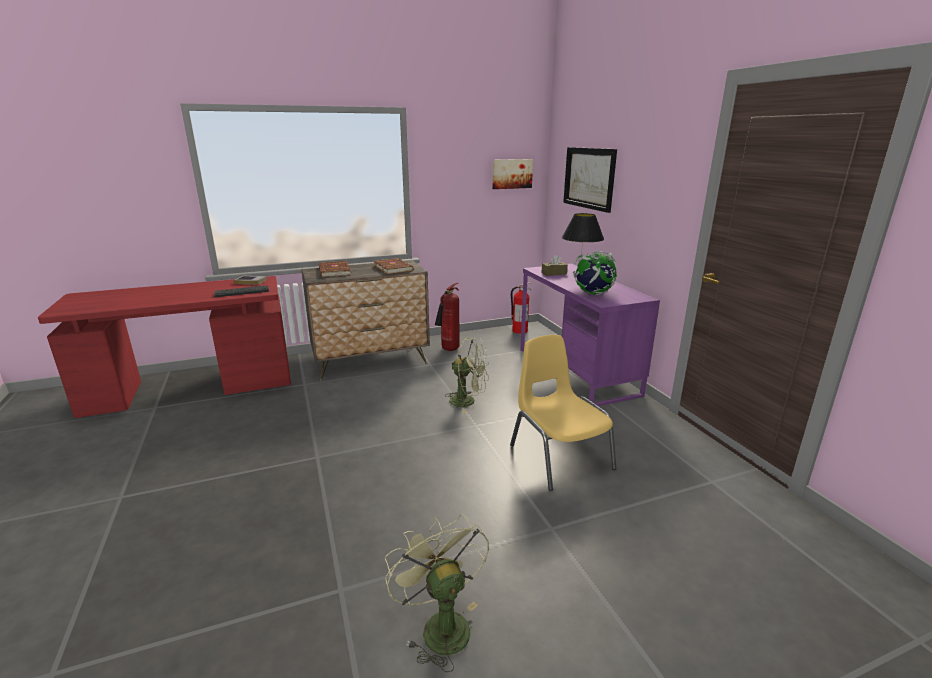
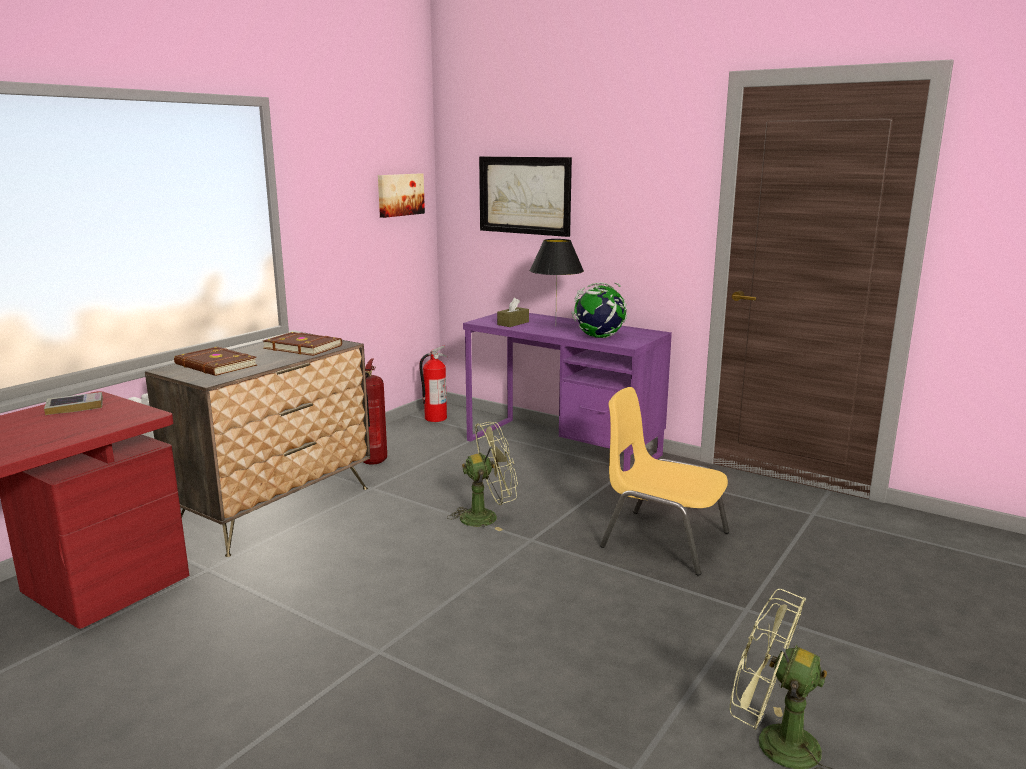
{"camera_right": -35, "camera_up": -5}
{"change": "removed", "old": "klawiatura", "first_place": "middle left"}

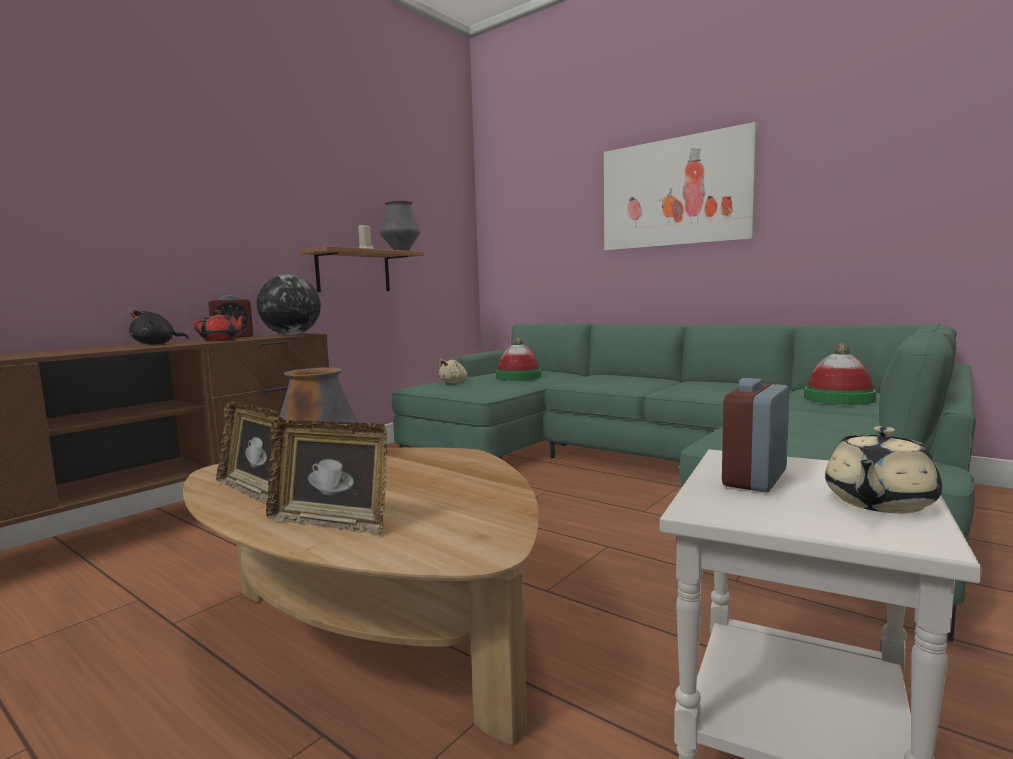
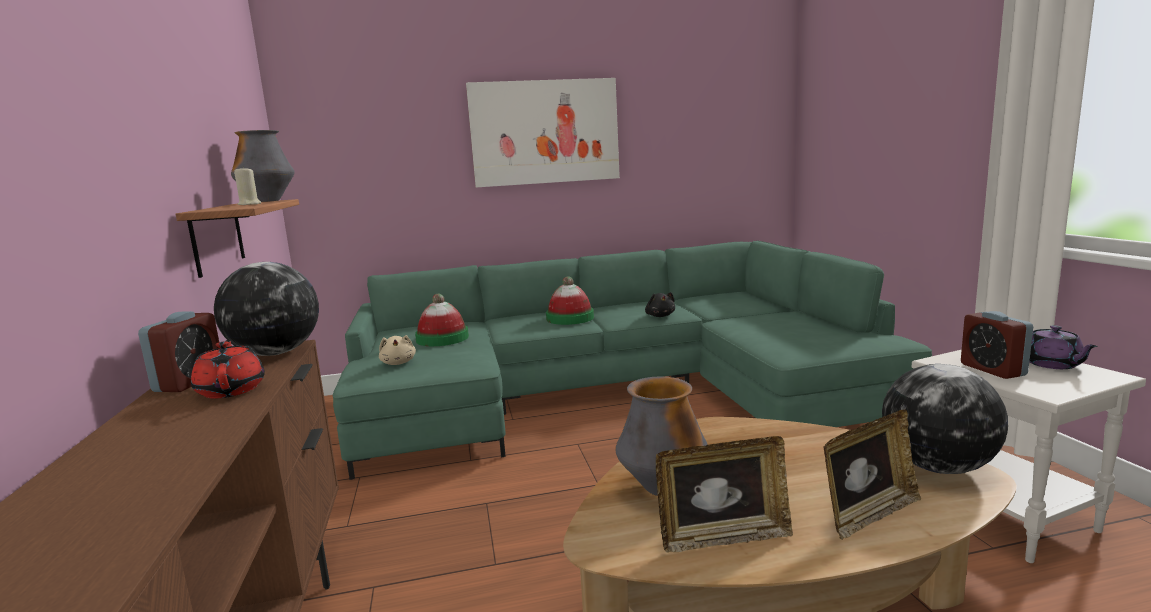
{"camera_right": -50, "camera_up": 5}
{"change": "moved", "old": "pluszak [czarny]", "first_place": "middle left", "second_place": "centre"}
{"change": "moved", "old": "kapelusz (2nd from left)", "first_place": "middle right", "second_place": "centre"}
{"change": "recoloured", "old": "imbryk [beżowy]", "new": "imbryk [fioletowy]", "first_place": "middle right", "second_place": "middle right"}
{"change": "added", "new": "globus (2nd from left)", "second_place": "bottom right"}

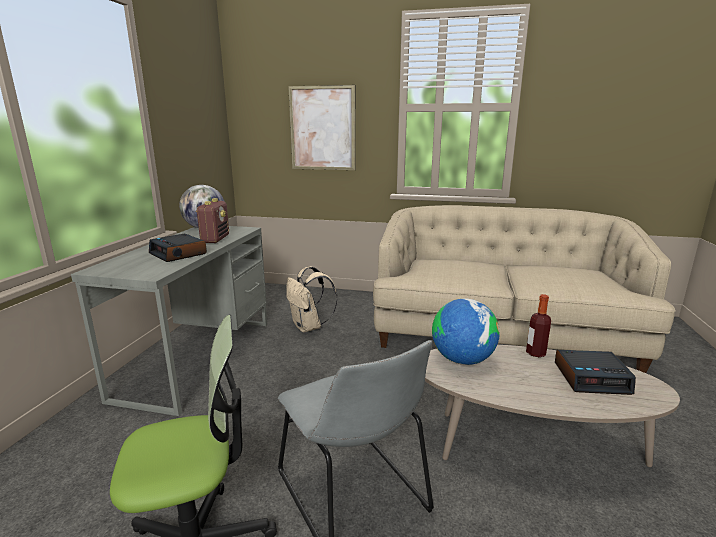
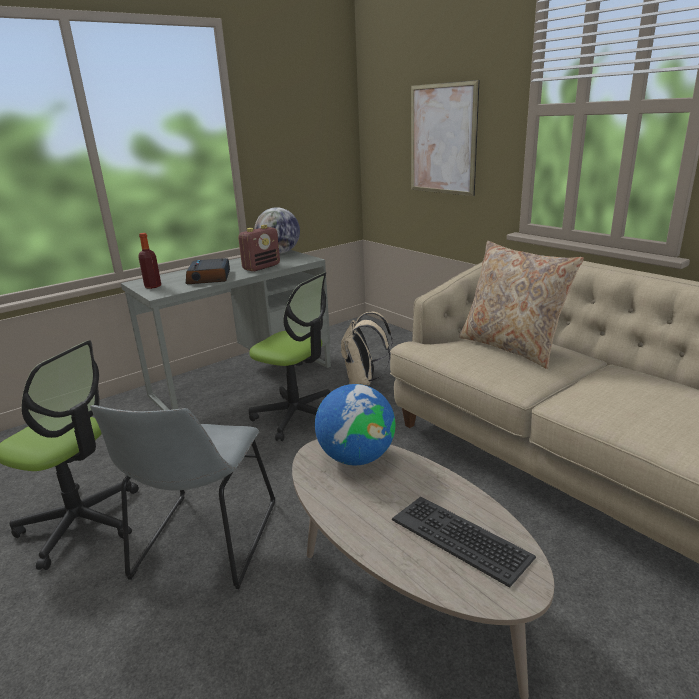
{"camera_right": 40, "camera_up": 5}
{"change": "moved", "old": "butelka", "first_place": "middle right", "second_place": "middle left"}
{"change": "replaced", "old": "budzik (2nd from left)", "new": "klawiatura", "first_place": "bottom right", "second_place": "bottom centre"}
{"change": "added", "new": "krzesło biurowe (2nd from left)", "second_place": "centre"}
{"change": "added", "new": "poduszka [beżowy]", "second_place": "middle right"}

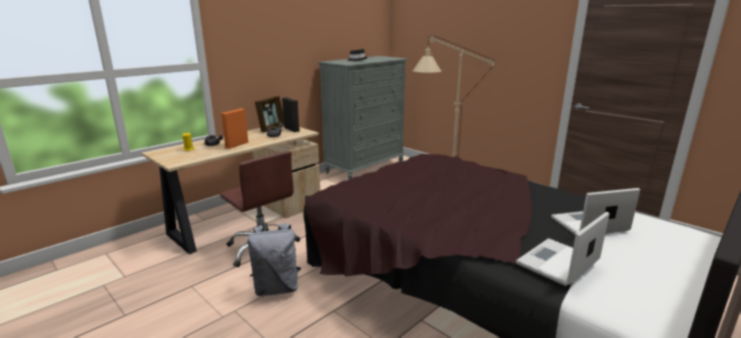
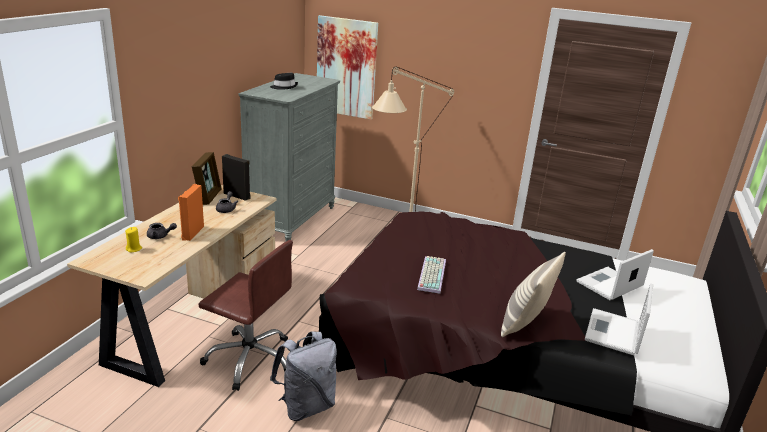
{"camera_right": -25, "camera_up": 5}
{"change": "added", "new": "obraz", "second_place": "top centre"}
{"change": "added", "new": "klawiatura", "second_place": "centre"}
{"change": "added", "new": "poduszka", "second_place": "bottom right"}

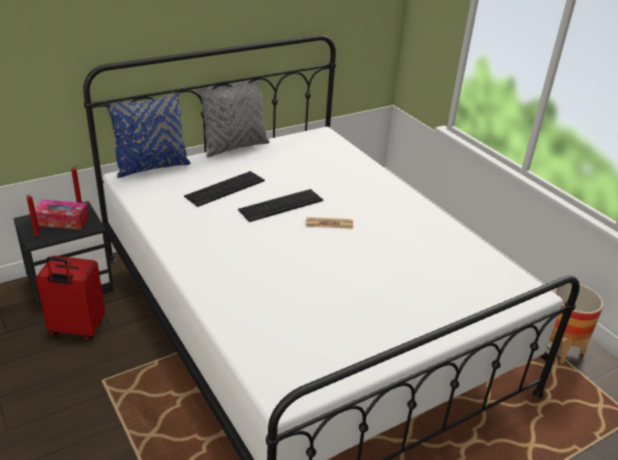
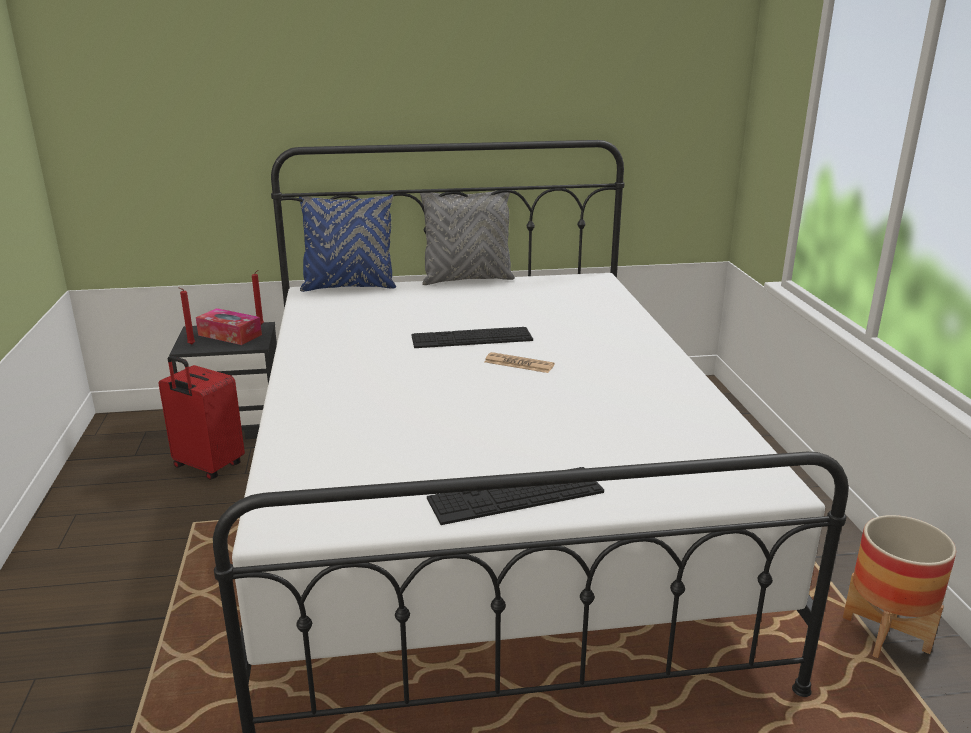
{"camera_right": 25, "camera_up": -10}
{"change": "moved", "old": "klawiatura (1st from left in the first image)", "new": "klawiatura (2nd from left)", "first_place": "centre", "second_place": "bottom centre"}

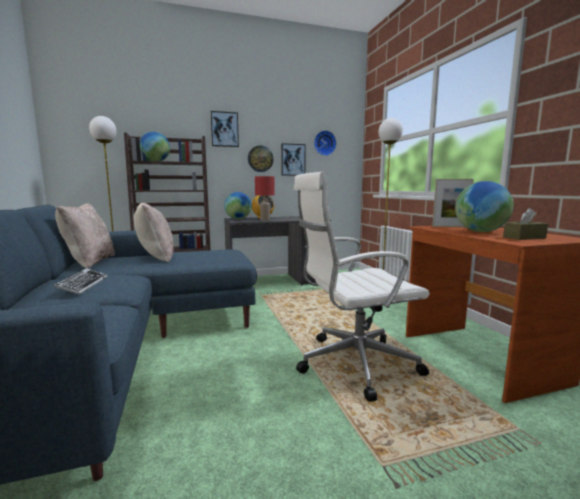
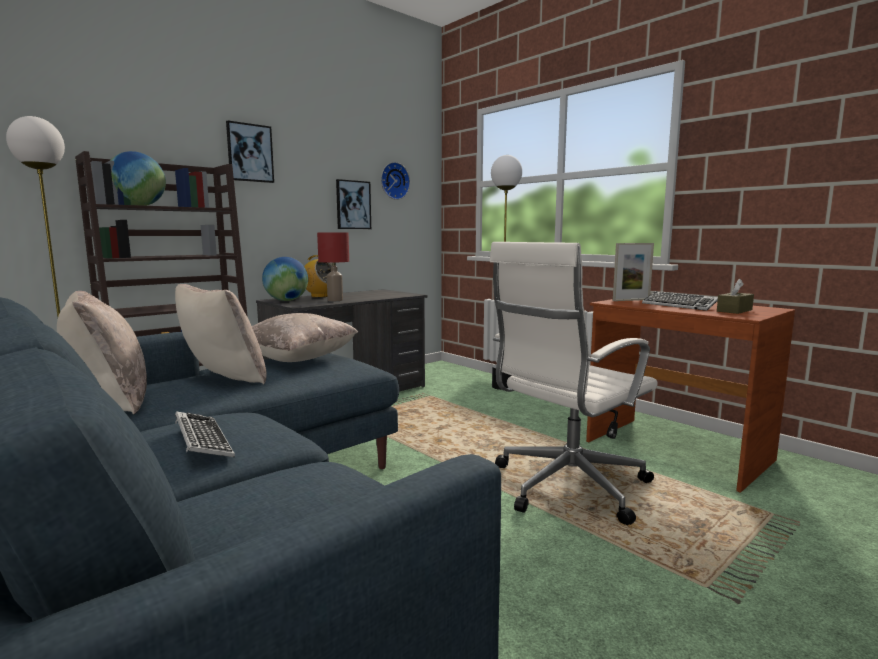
{"camera_right": -25, "camera_up": 0}
{"change": "removed", "old": "zegar ścienny (1st from left)", "first_place": "top centre"}
{"change": "replaced", "old": "globus (3rd from left)", "new": "klawiatura (2nd from left)", "first_place": "middle right", "second_place": "middle right"}
{"change": "added", "new": "poduszka [beżowy] (3rd from left)", "second_place": "centre"}

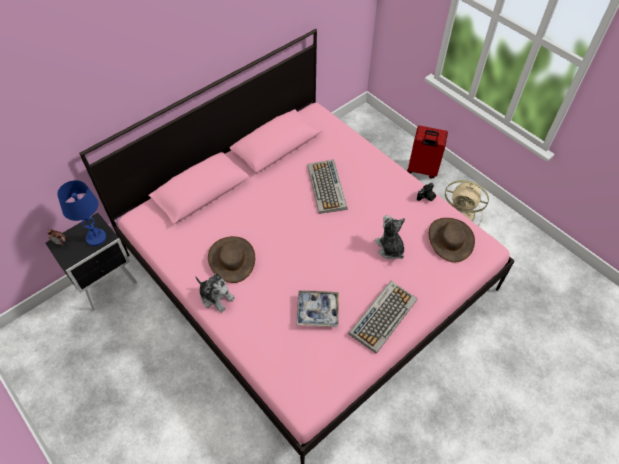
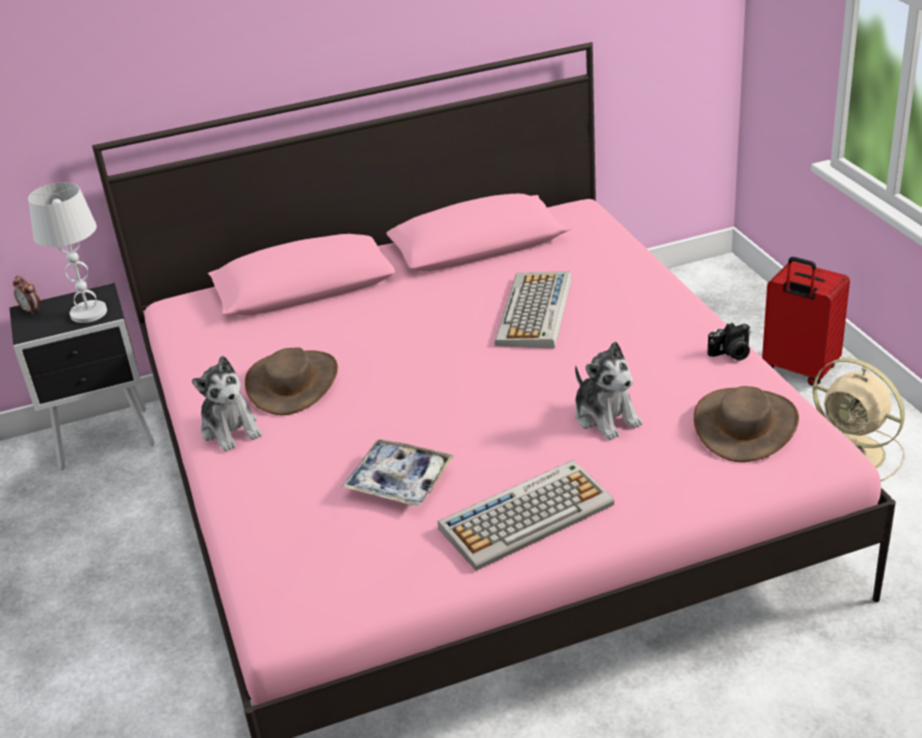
{"camera_right": 25, "camera_up": -20}
{"change": "recoloured", "old": "lampa stołowa [niebieski]", "new": "lampa stołowa [biały]", "first_place": "middle left", "second_place": "middle left"}
{"change": "turned", "old": "pluszak (2nd from left)", "first_place": "centre", "second_place": "centre", "degrees": 150}

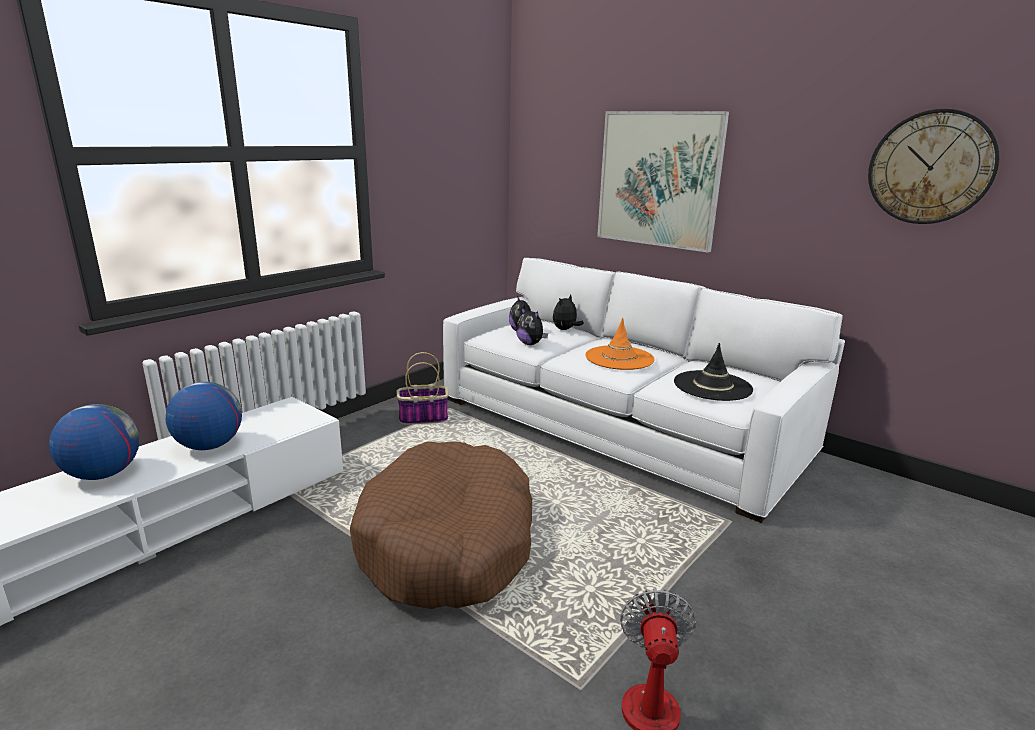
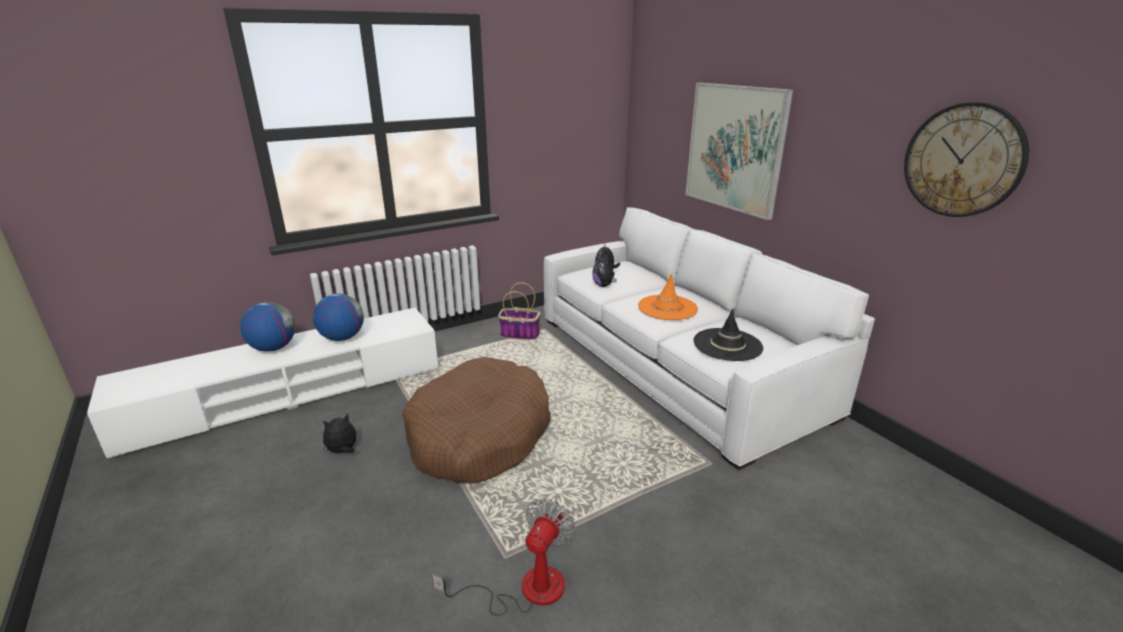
{"camera_right": 20, "camera_up": 5}
{"change": "moved", "old": "pluszak (3rd from left in the first image)", "new": "pluszak (1st from left)", "first_place": "centre", "second_place": "bottom left"}

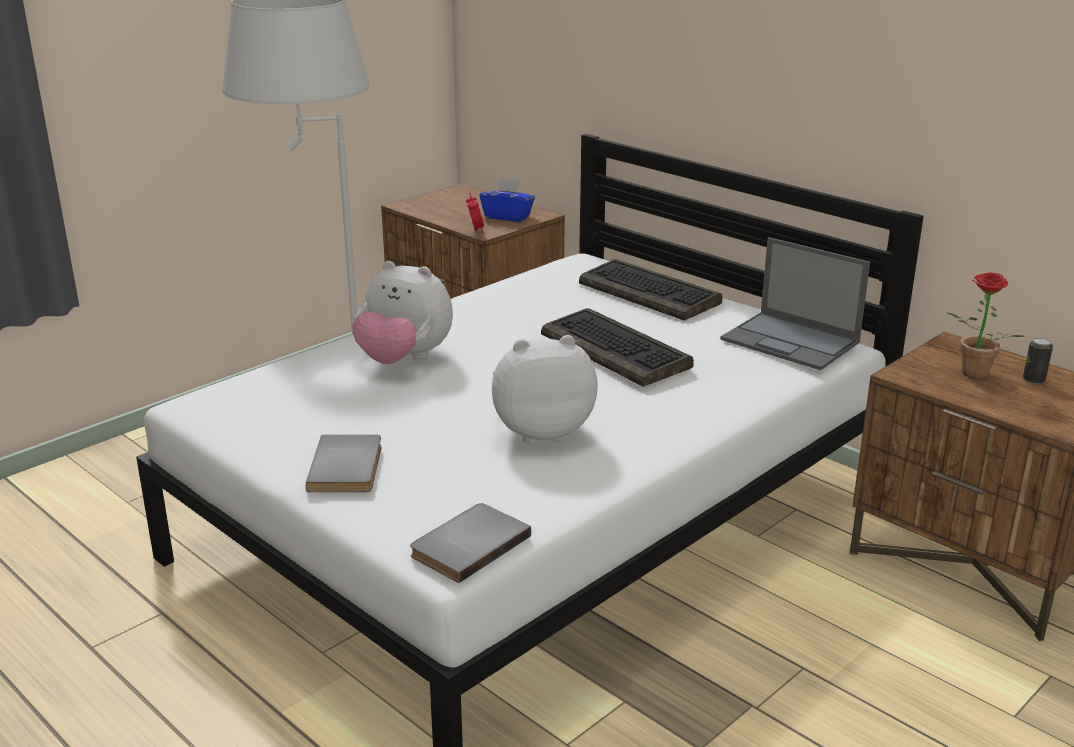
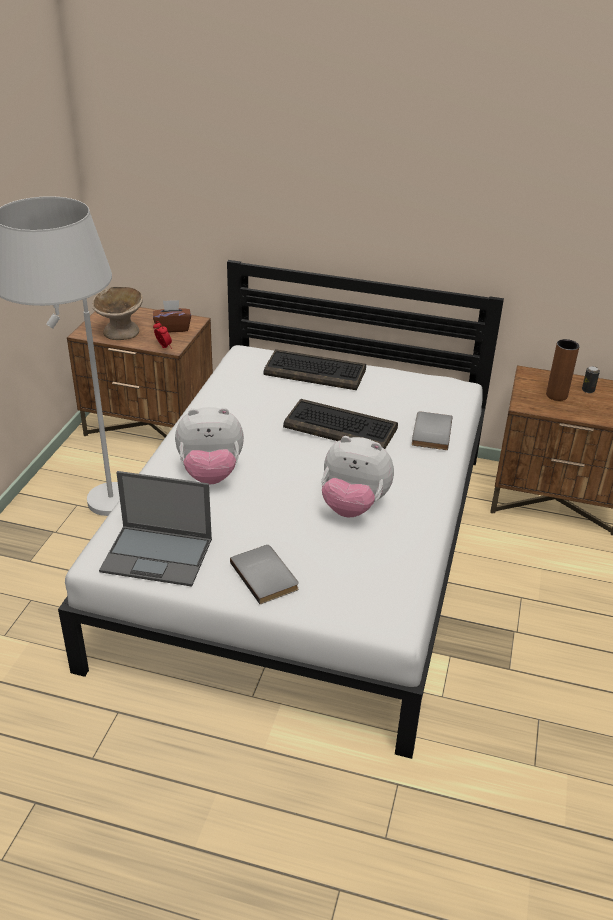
{"camera_right": -30, "camera_up": 10}
{"change": "moved", "old": "książka [szary] (2nd from left)", "first_place": "bottom centre", "second_place": "middle right"}
{"change": "recoloured", "old": "pudełko chusteczek [niebieski]", "new": "pudełko chusteczek [brązowy]", "first_place": "top centre", "second_place": "middle left"}
{"change": "turned", "old": "pluszak (2nd from left)", "first_place": "centre", "second_place": "centre", "degrees": -120}
{"change": "moved", "old": "laptop", "first_place": "middle right", "second_place": "middle left"}
{"change": "replaced", "old": "roślina doniczkowa", "new": "wazon [brązowy]", "first_place": "middle right", "second_place": "middle right"}
{"change": "added", "new": "miska [beżowy]", "second_place": "middle left"}

